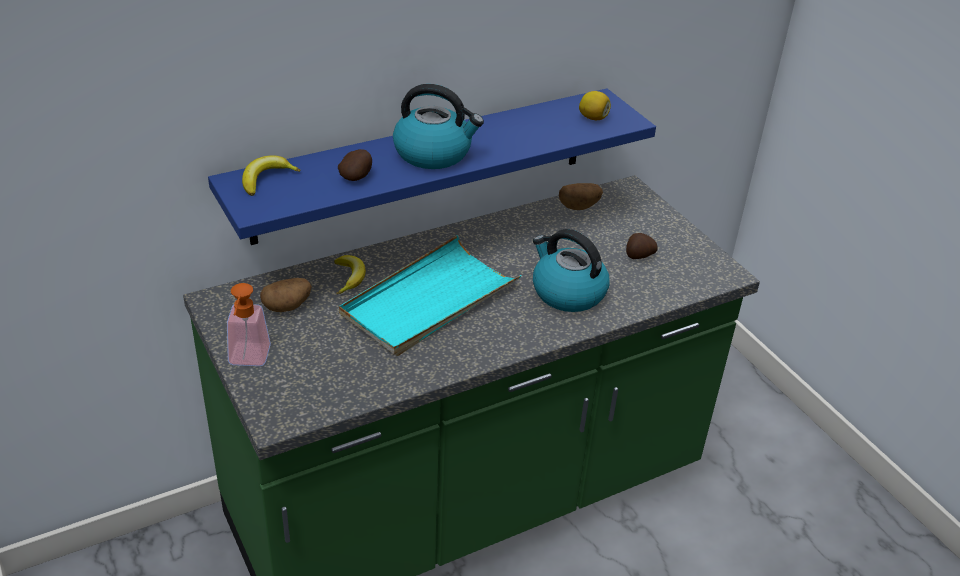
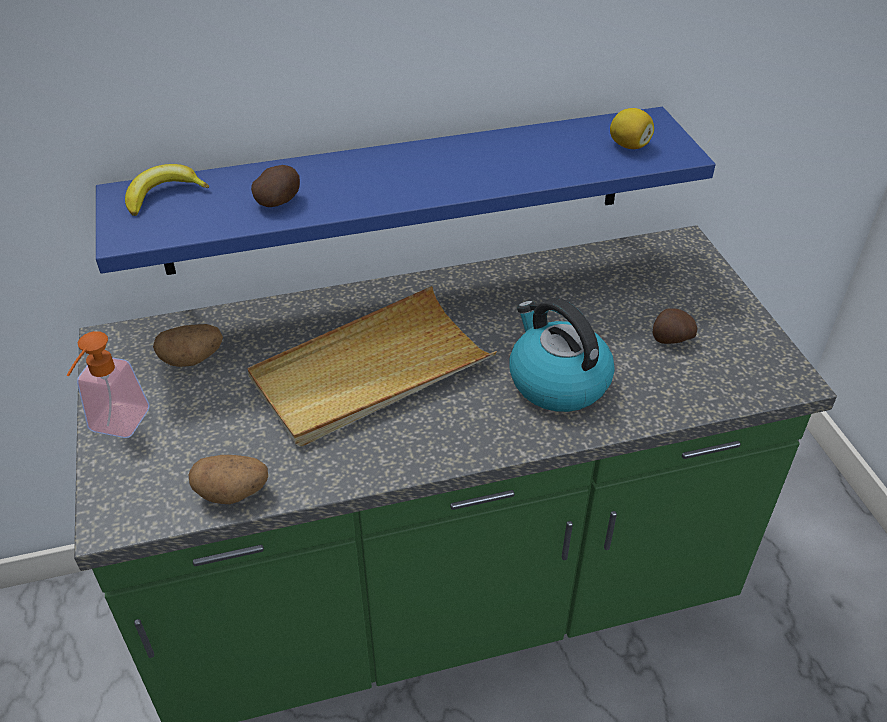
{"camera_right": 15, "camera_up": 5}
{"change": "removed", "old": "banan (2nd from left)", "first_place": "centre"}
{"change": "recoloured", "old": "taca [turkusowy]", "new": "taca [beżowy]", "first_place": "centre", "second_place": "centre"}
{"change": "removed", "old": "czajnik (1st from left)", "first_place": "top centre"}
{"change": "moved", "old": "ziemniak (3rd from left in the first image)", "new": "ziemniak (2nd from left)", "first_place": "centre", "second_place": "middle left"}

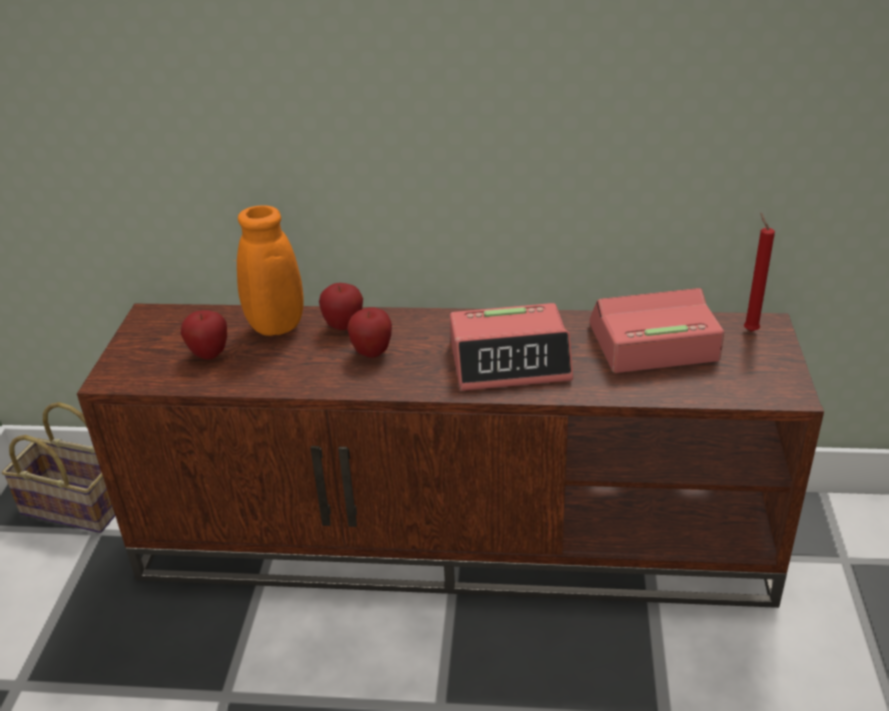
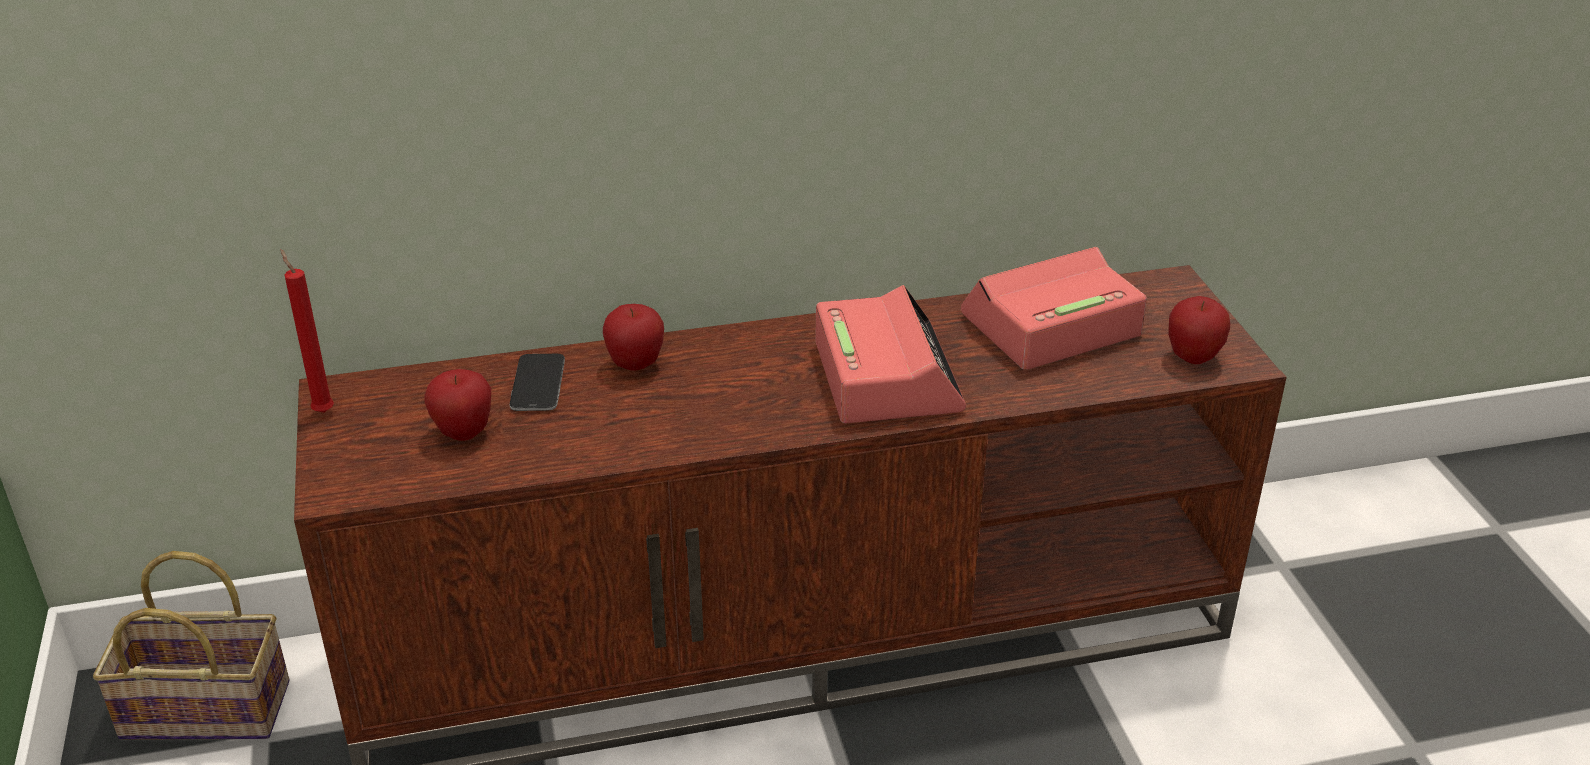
{"camera_right": -20, "camera_up": 0}
{"change": "replaced", "old": "wazon [pomarańczowy]", "new": "telefon", "first_place": "middle left", "second_place": "centre"}
{"change": "moved", "old": "jabłko (3rd from left)", "first_place": "centre", "second_place": "middle right"}
{"change": "turned", "old": "budzik (1st from left)", "first_place": "centre", "second_place": "centre", "degrees": -75}
{"change": "moved", "old": "świeca [czerwony]", "first_place": "middle right", "second_place": "middle left"}

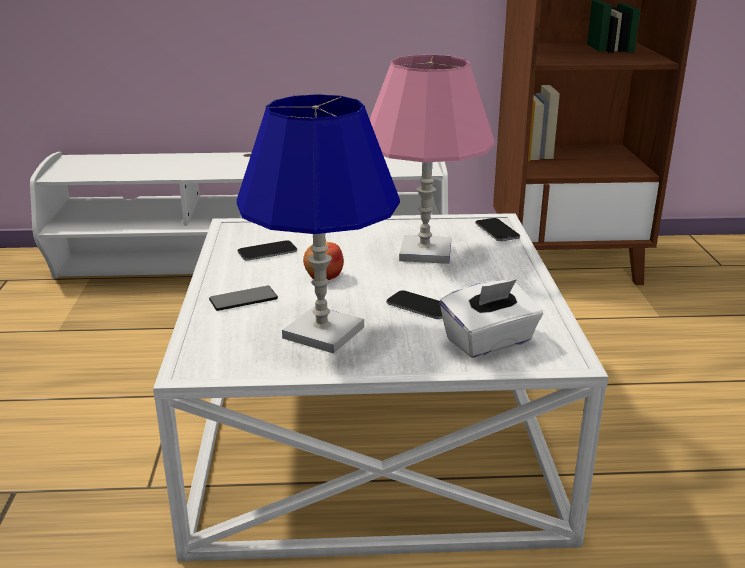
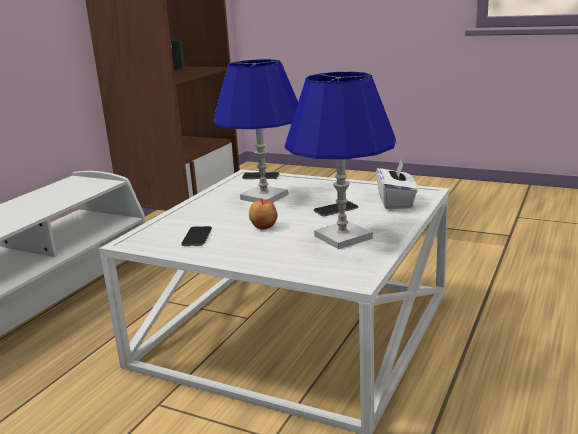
{"camera_right": -60, "camera_up": -5}
{"change": "removed", "old": "telefon (1st from left)", "first_place": "middle left"}
{"change": "recoloured", "old": "lampa stołowa [różowy]", "new": "lampa stołowa [niebieski] (1st from left)", "first_place": "top centre", "second_place": "top centre"}

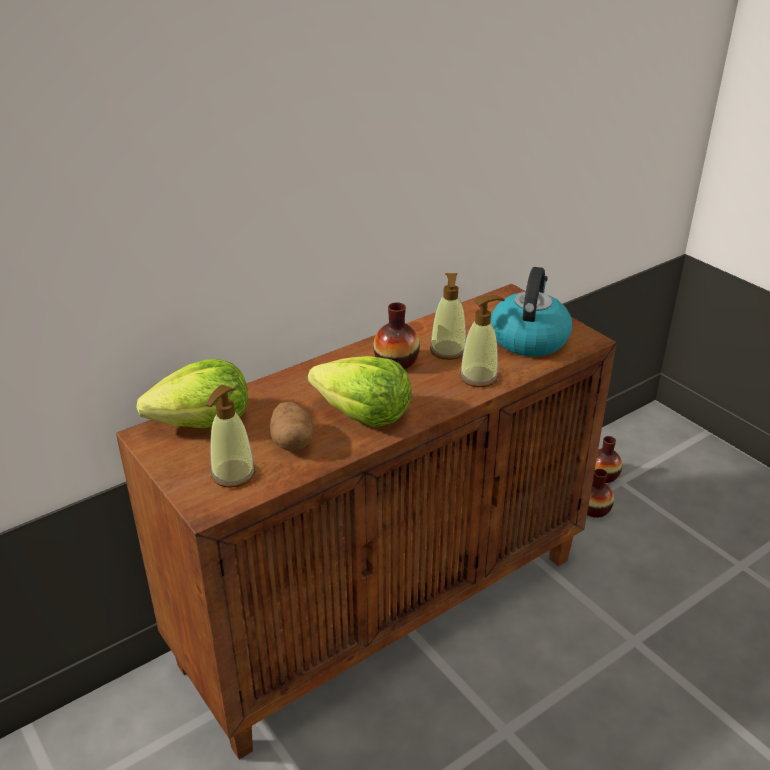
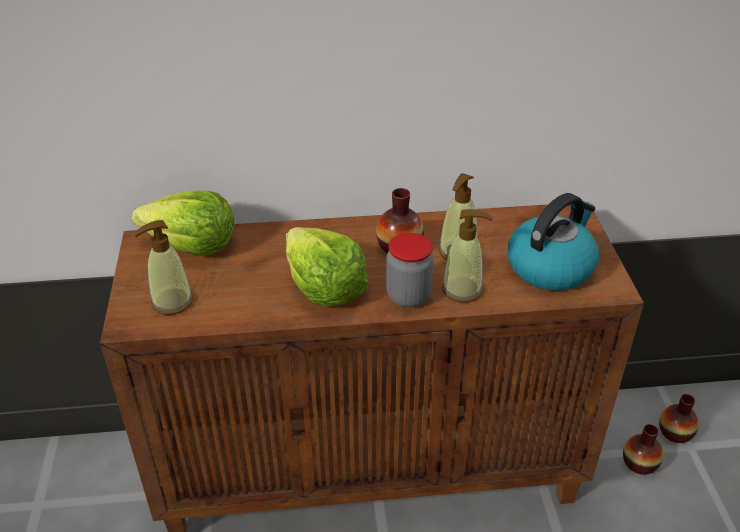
{"camera_right": 30, "camera_up": 5}
{"change": "removed", "old": "ziemniak", "first_place": "centre"}
{"change": "added", "new": "słoik", "second_place": "centre"}

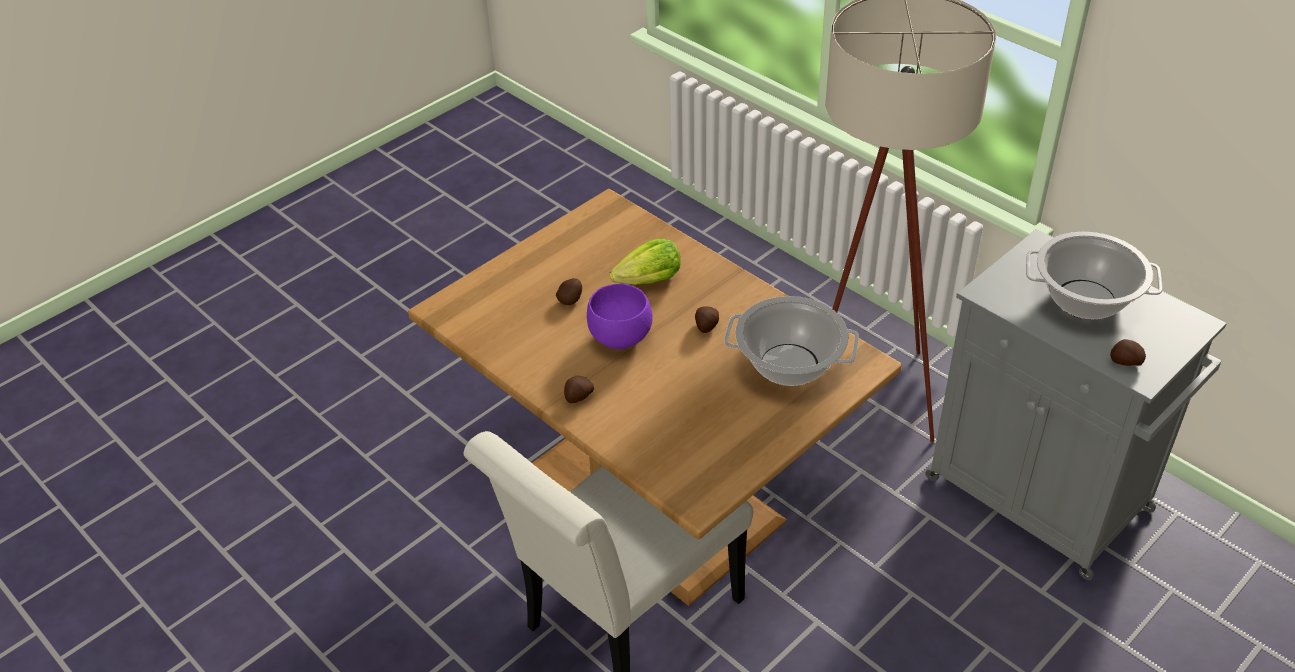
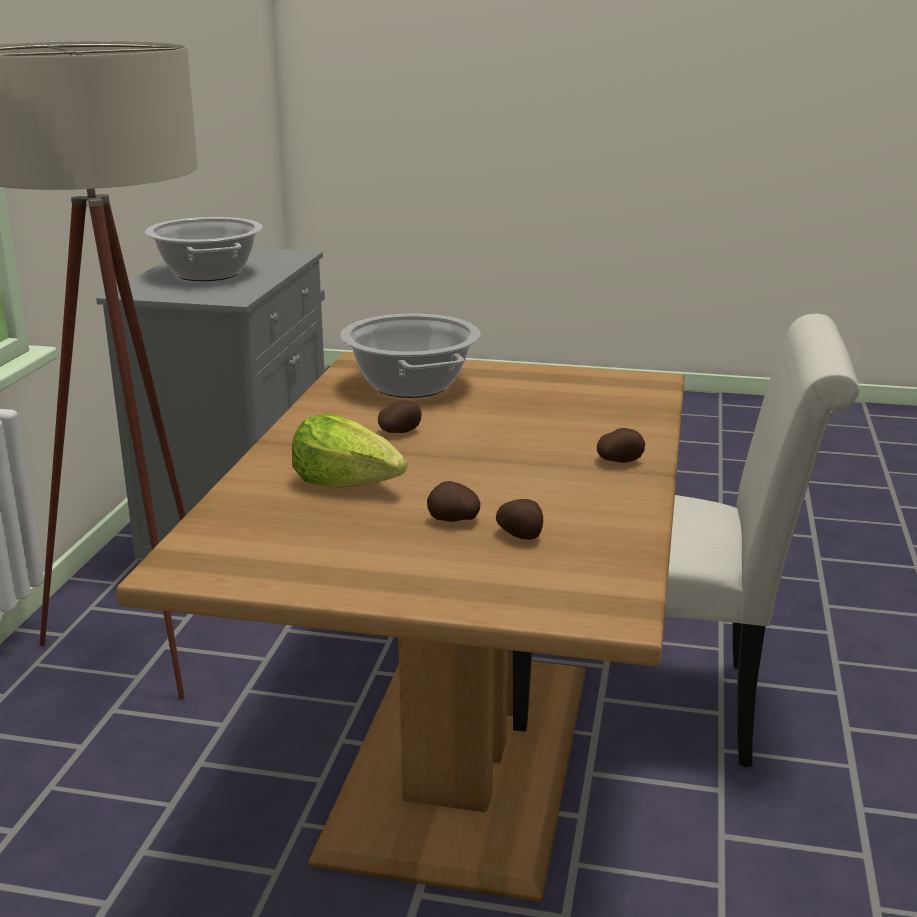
{"camera_right": -125, "camera_up": -20}
{"change": "removed", "old": "miska [fioletowy]", "first_place": "centre"}
{"change": "moved", "old": "ziemniak (4th from left in the first image)", "new": "ziemniak (3rd from left)", "first_place": "middle right", "second_place": "centre"}

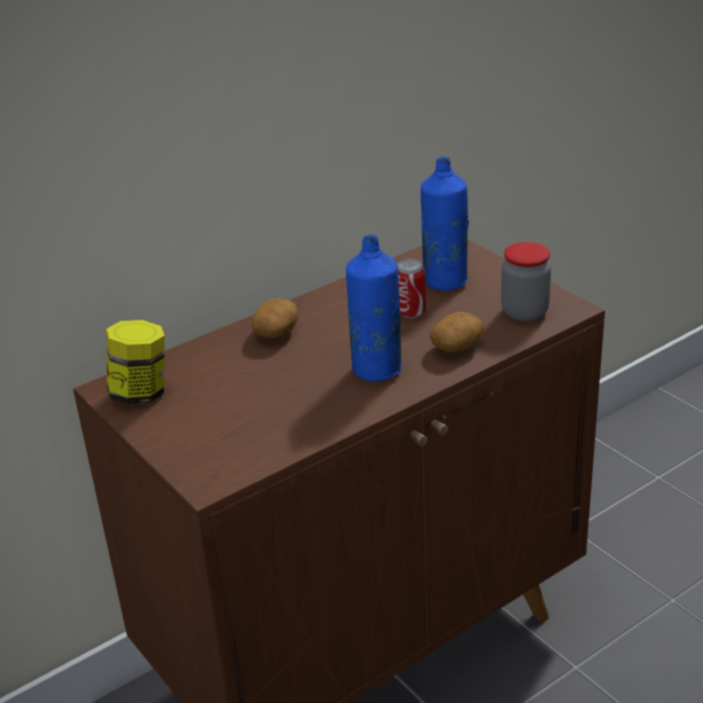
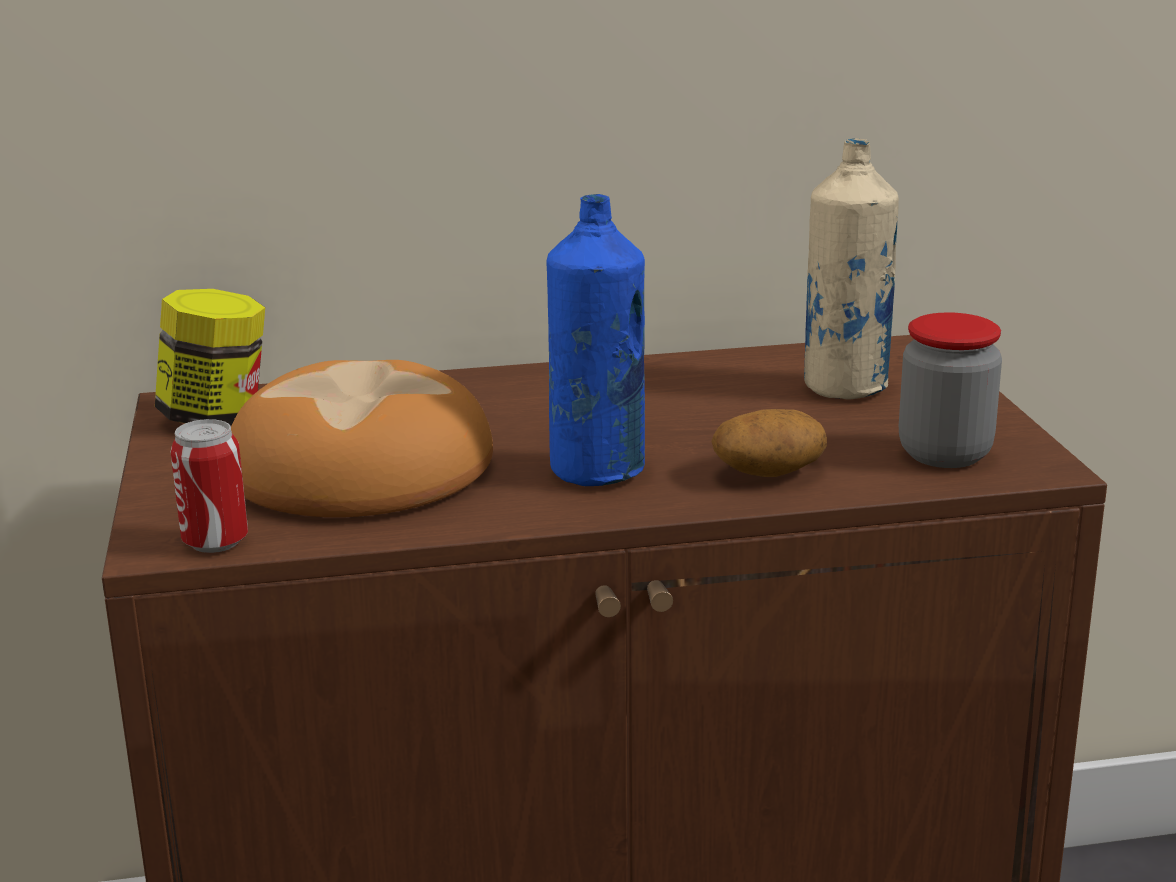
{"camera_right": 25, "camera_up": -10}
{"change": "removed", "old": "ziemniak (1st from left)", "first_place": "centre"}
{"change": "moved", "old": "puszka", "first_place": "centre", "second_place": "middle left"}
{"change": "recoloured", "old": "butelka [niebieski] (2nd from left)", "new": "butelka [beżowy]", "first_place": "top centre", "second_place": "top right"}
{"change": "added", "new": "chleb", "second_place": "middle left"}

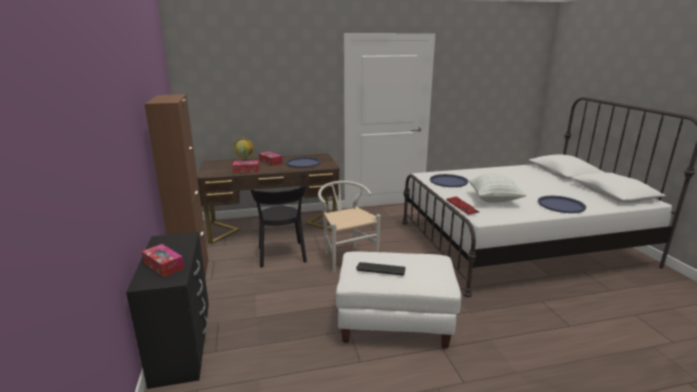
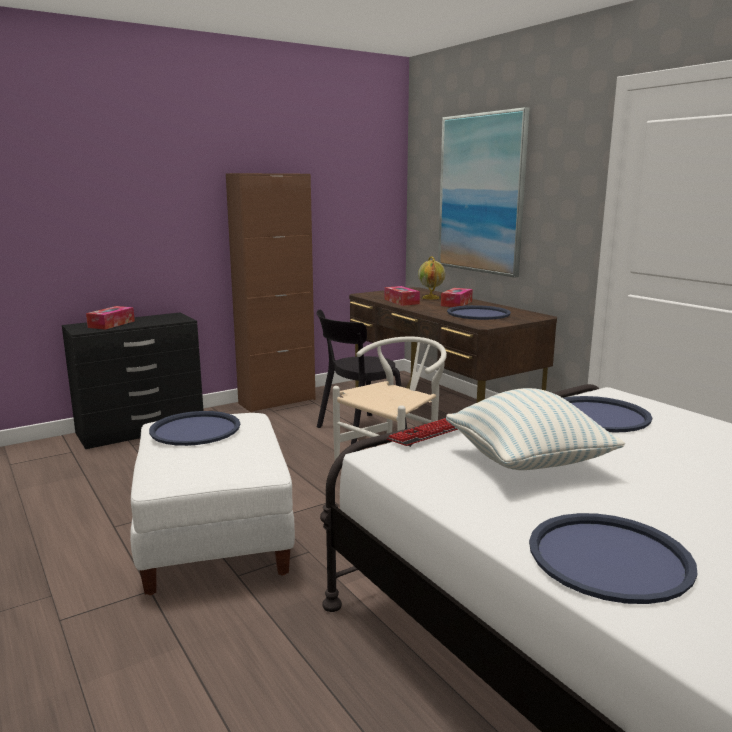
{"camera_right": 70, "camera_up": -5}
{"change": "replaced", "old": "klawiatura (1st from left)", "new": "taca [niebieski] (1st from left)", "first_place": "bottom centre", "second_place": "middle left"}
{"change": "added", "new": "obraz", "second_place": "top centre"}

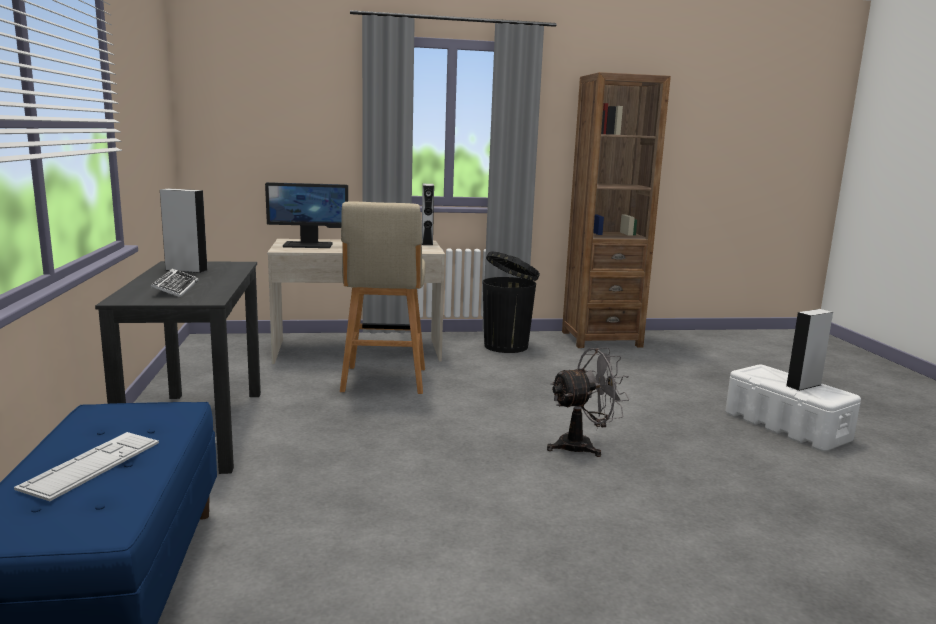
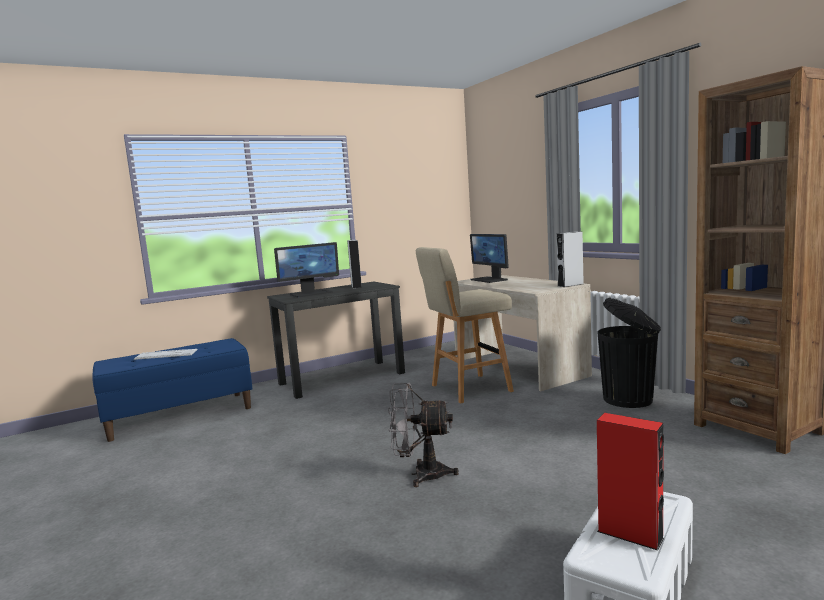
{"camera_right": 70, "camera_up": -5}
{"change": "replaced", "old": "klawiatura (2nd from left)", "new": "monitor (1st from left)", "first_place": "middle left", "second_place": "centre"}
{"change": "turned", "old": "wentylator [szary]", "first_place": "centre", "second_place": "bottom centre", "degrees": 135}
{"change": "recoloured", "old": "głośnik [szary] (3rd from left)", "new": "głośnik [czerwony]", "first_place": "middle right", "second_place": "bottom right"}

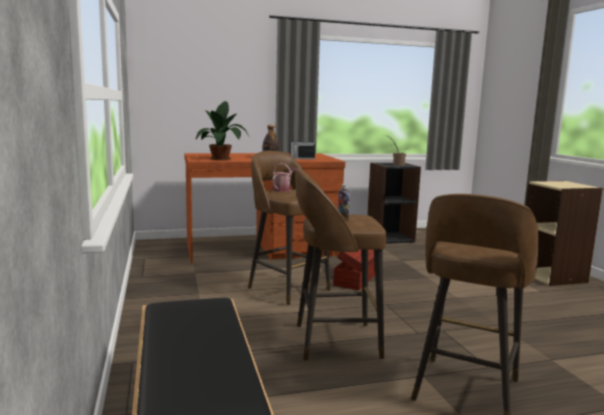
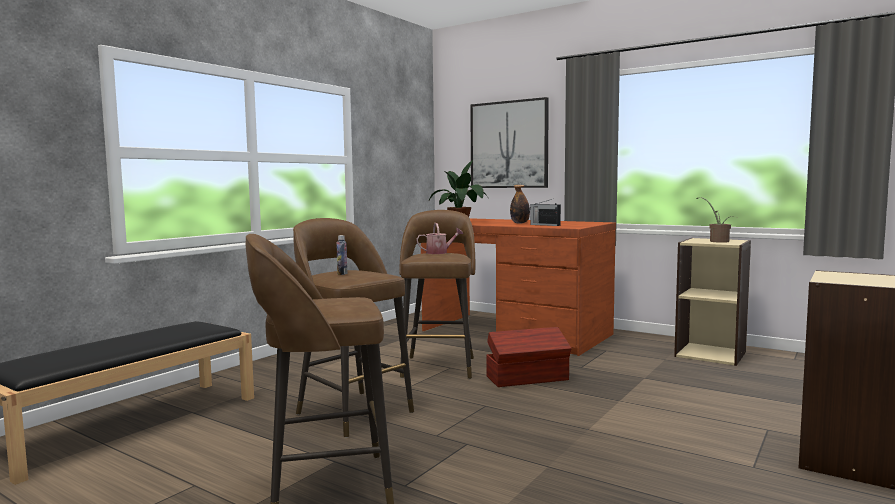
{"camera_right": 50, "camera_up": -5}
{"change": "recoloured", "old": "regał [czarny]", "new": "regał [beżowy] (1st from left)", "first_place": "centre", "second_place": "middle right"}
{"change": "added", "new": "obraz", "second_place": "top centre"}

